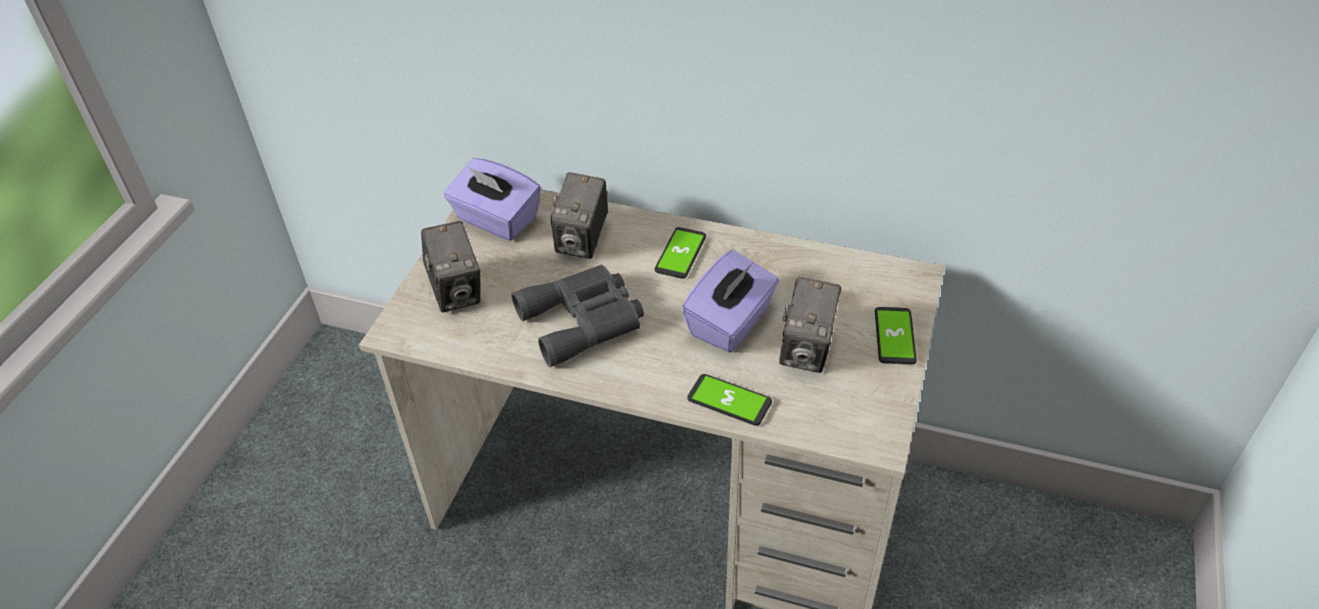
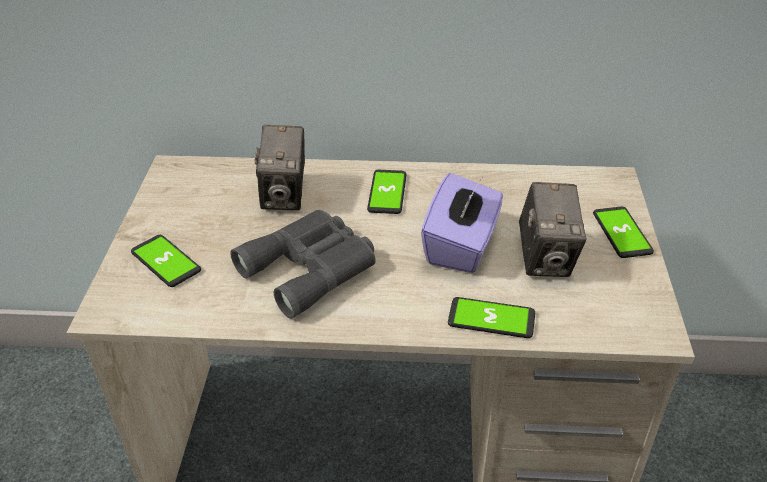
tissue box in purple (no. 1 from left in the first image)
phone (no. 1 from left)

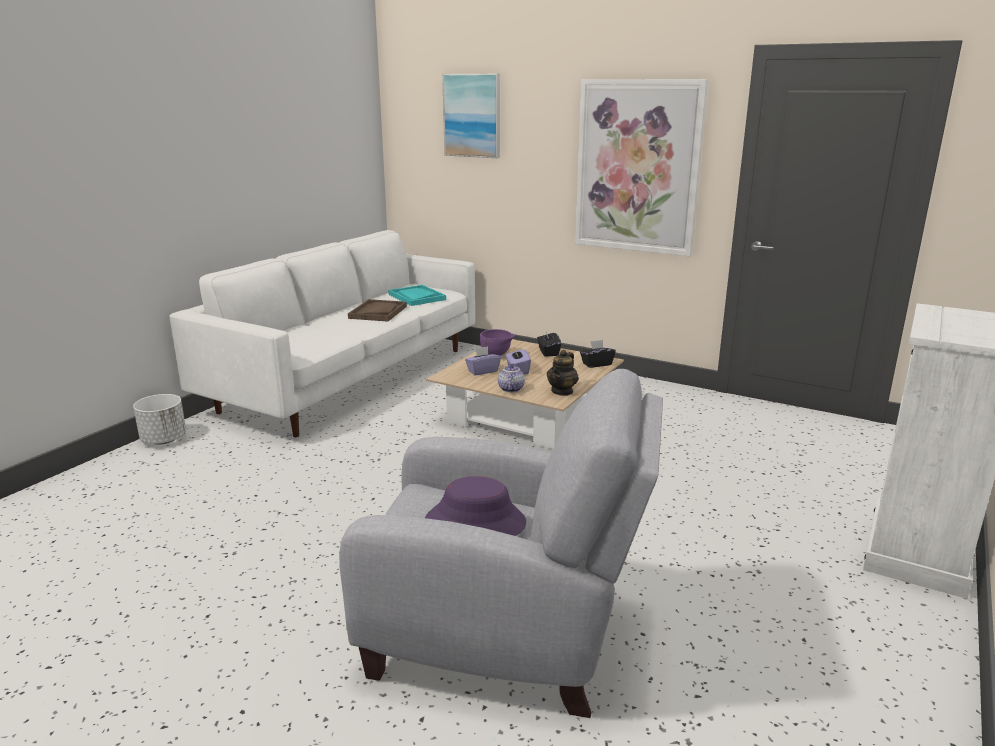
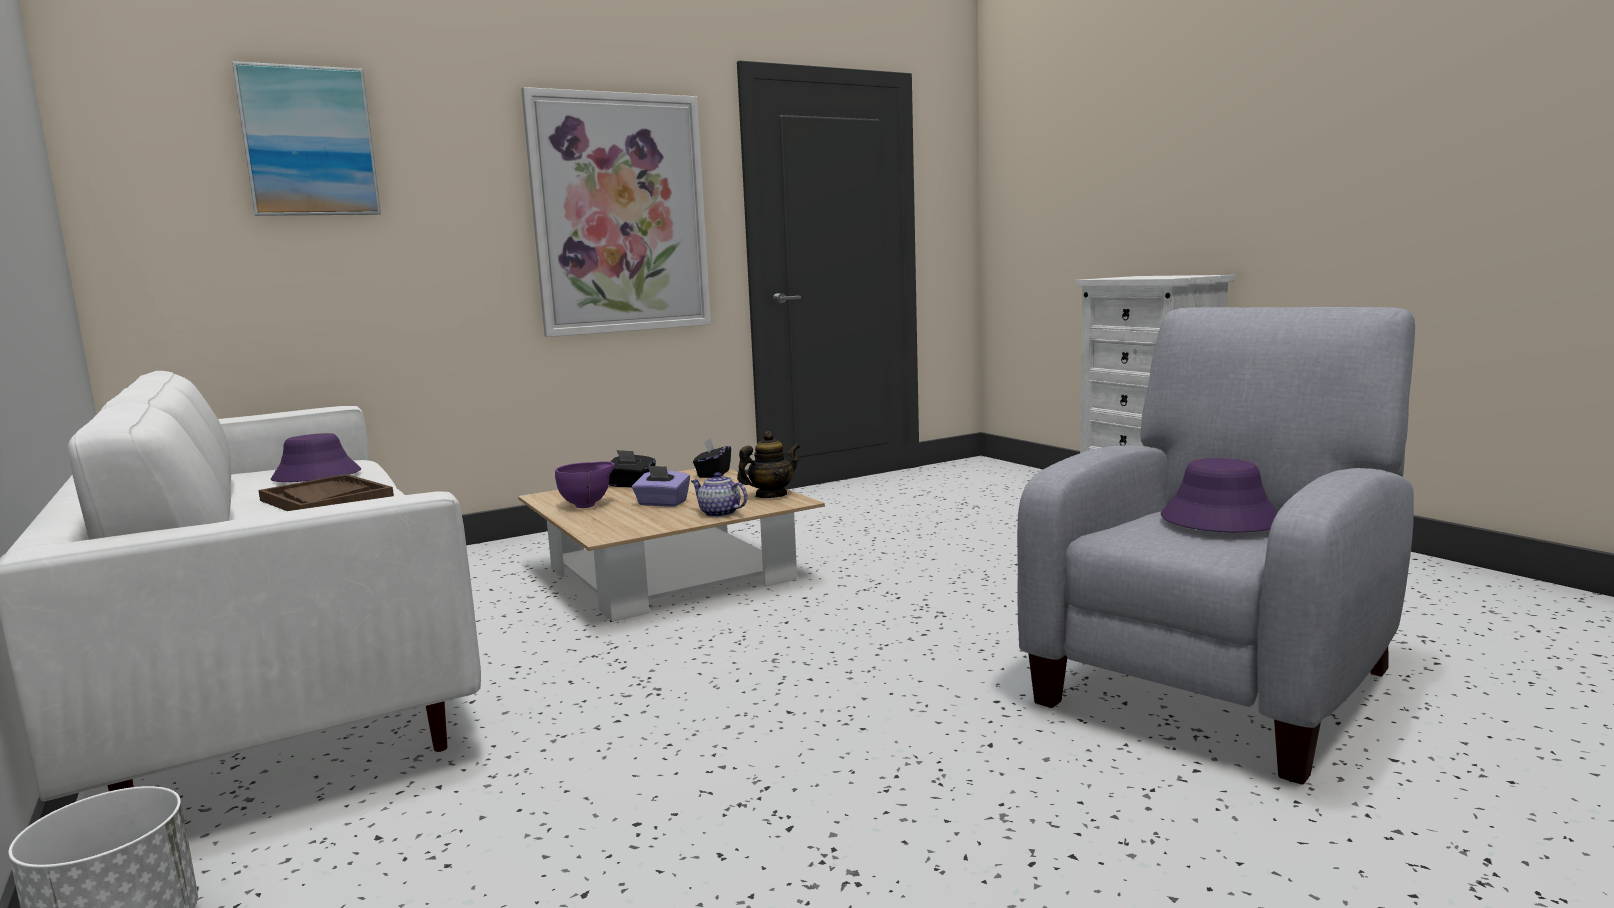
hat in purple (no. 1 from left)
tissue box in purple (no. 1 from left in the first image)
teapot (no. 2 from left)

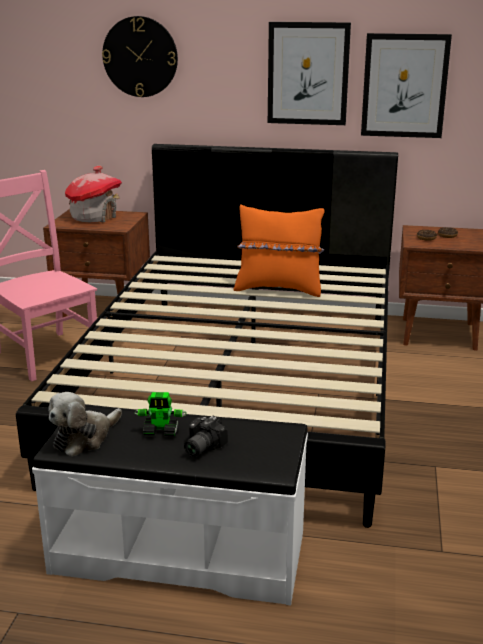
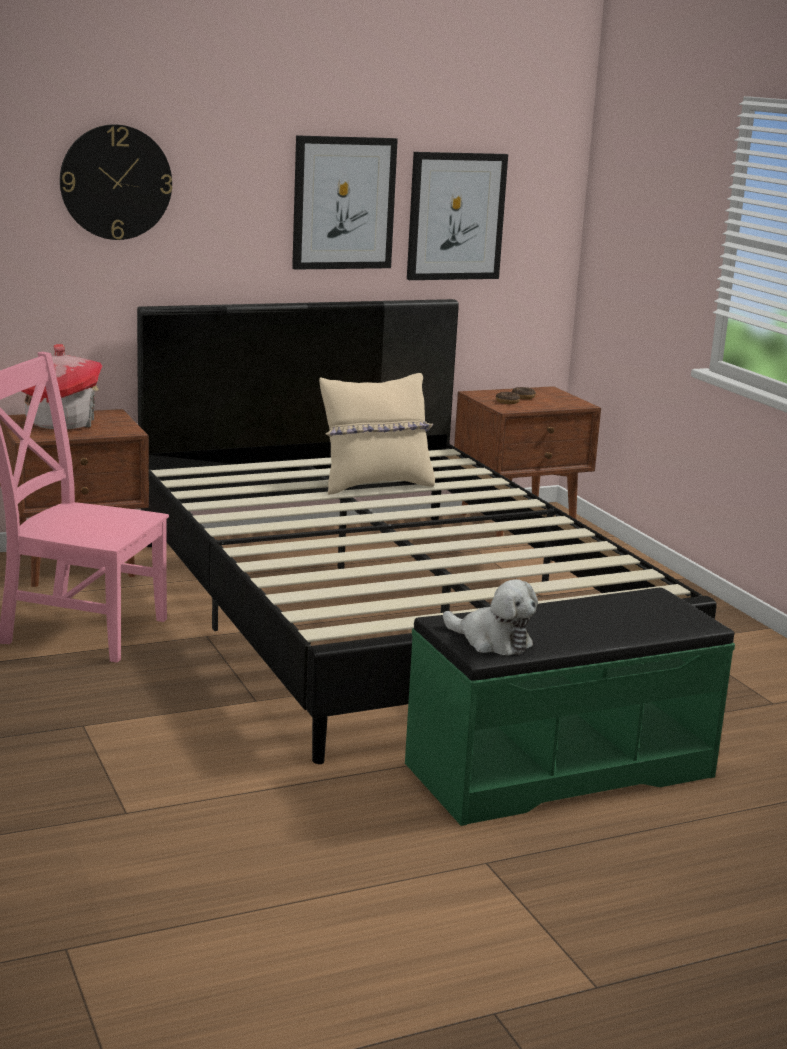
pillow in beige
plush toy
toy robot
bench in green
photo camera

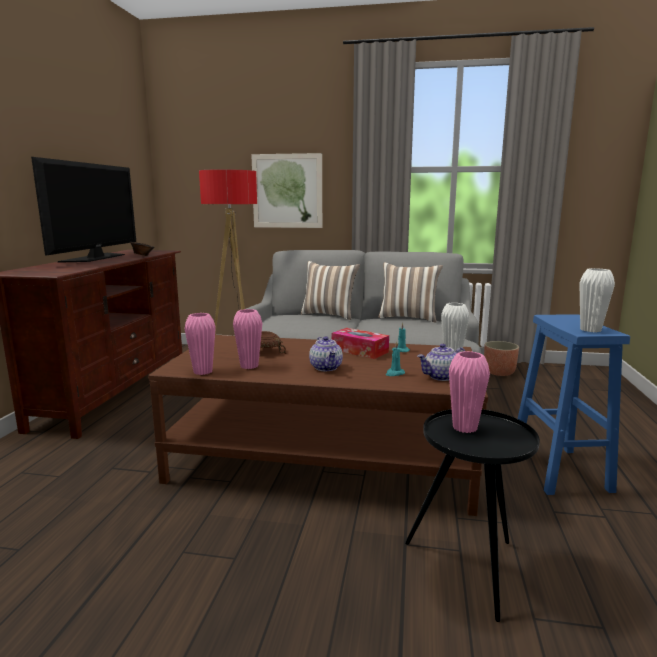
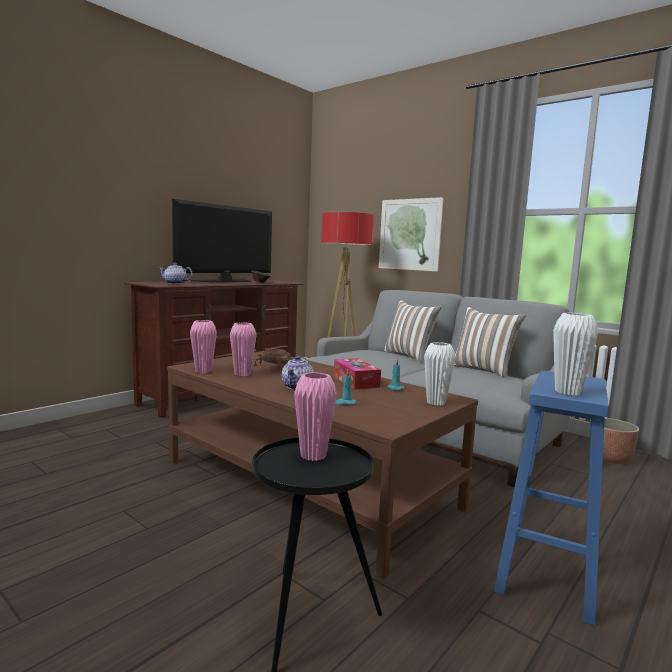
teapot (no. 1 from left)

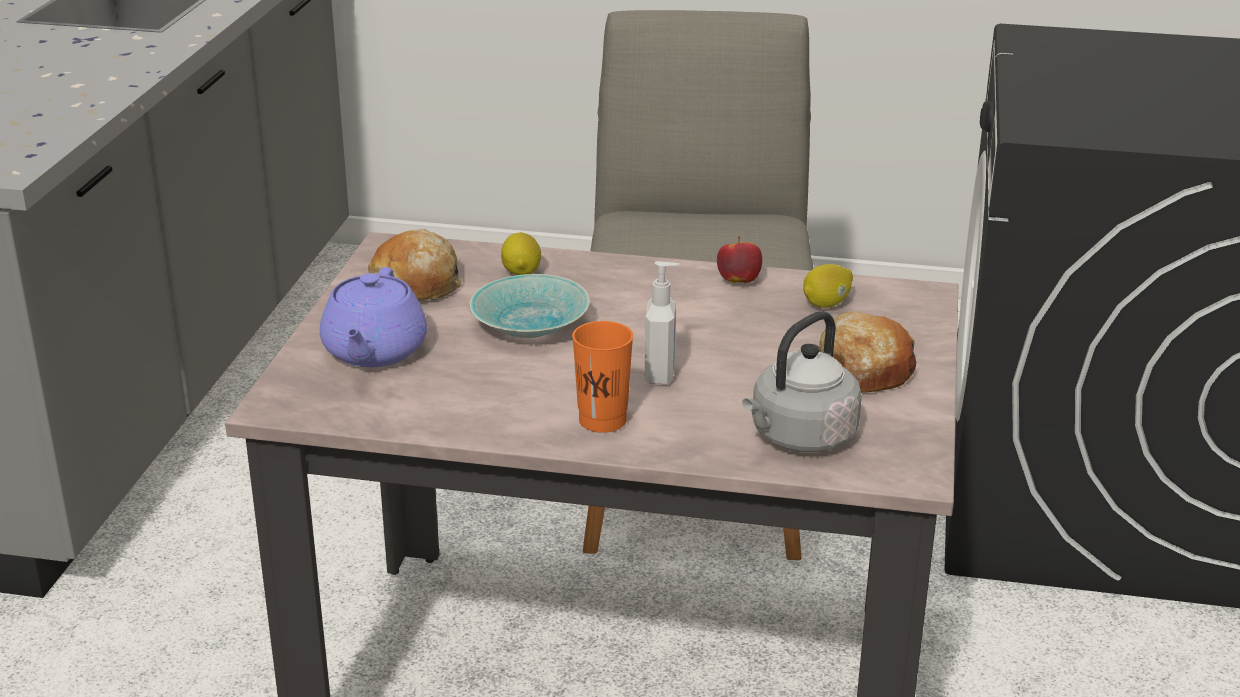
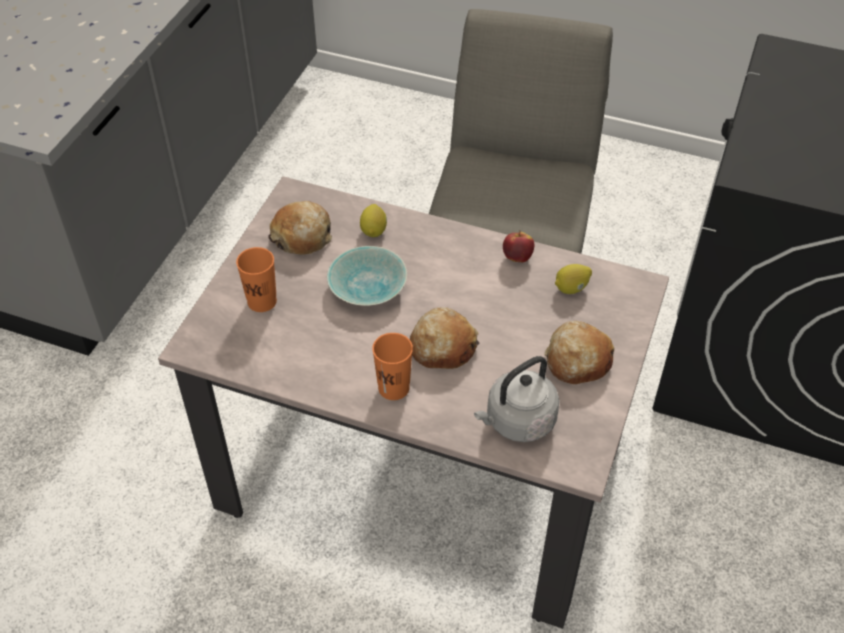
bread (no. 2 from left)
cup in orange (no. 1 from left)

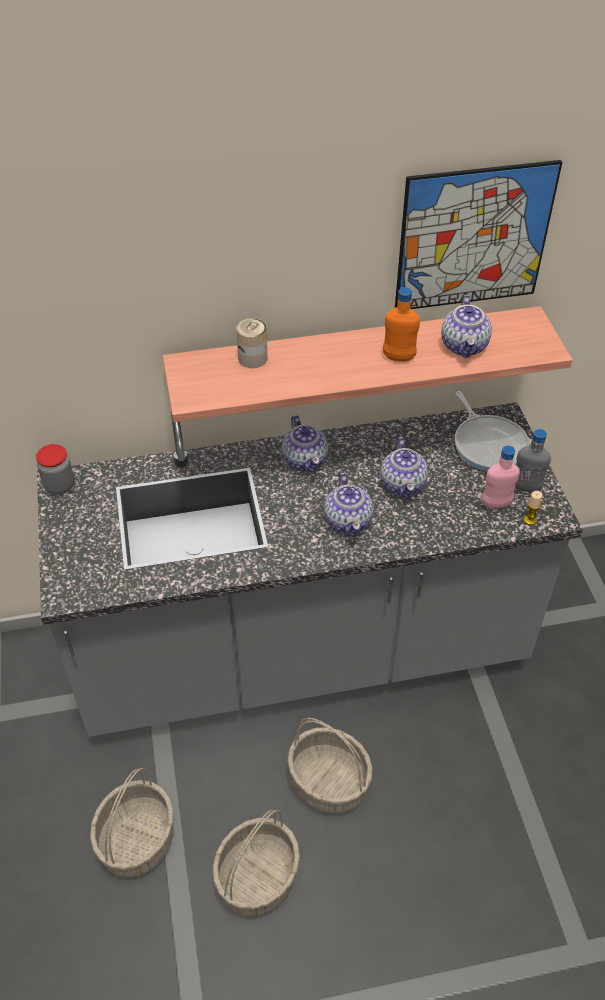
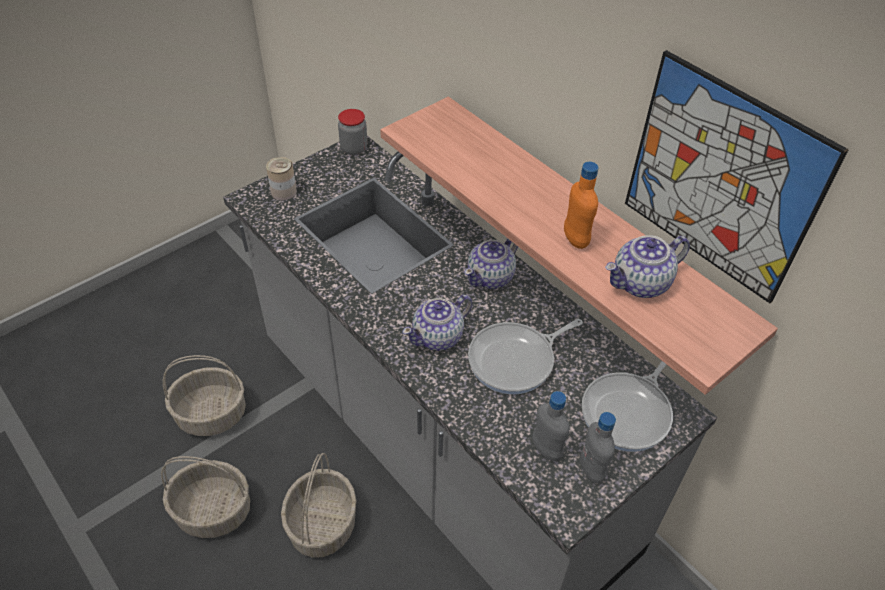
can
frying pan (no. 1 from left)
bottle in grey (no. 1 from left)
candle

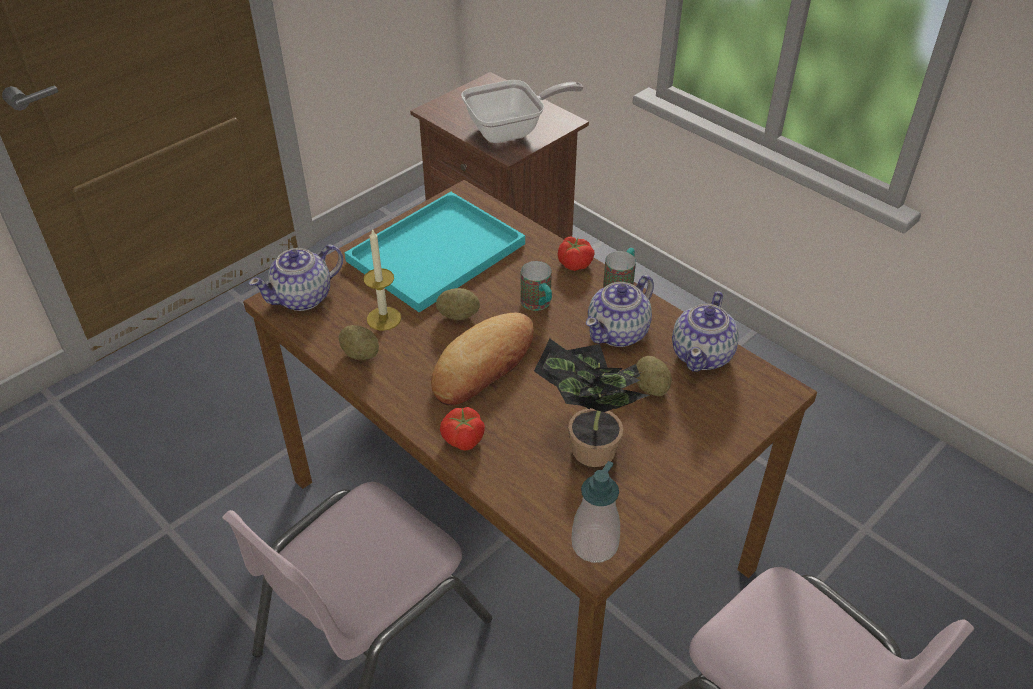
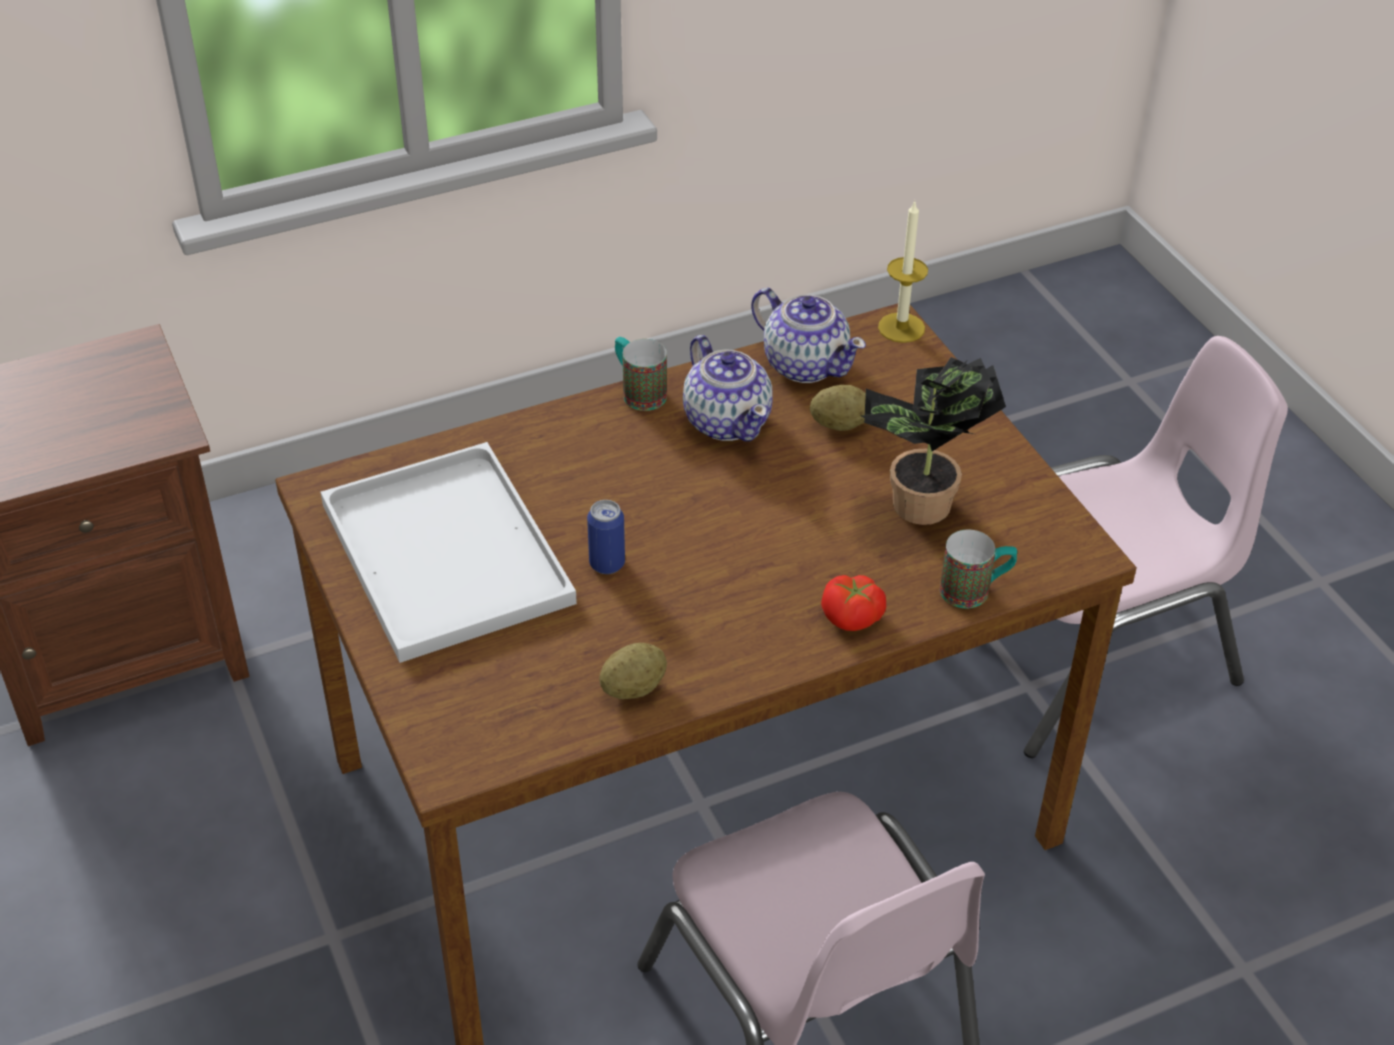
frying pan
tray in white
candle
tomato (no. 2 from left in the first image)
teapot (no. 1 from left in the first image)
mug (no. 2 from left)
can
bread
soap dispenser

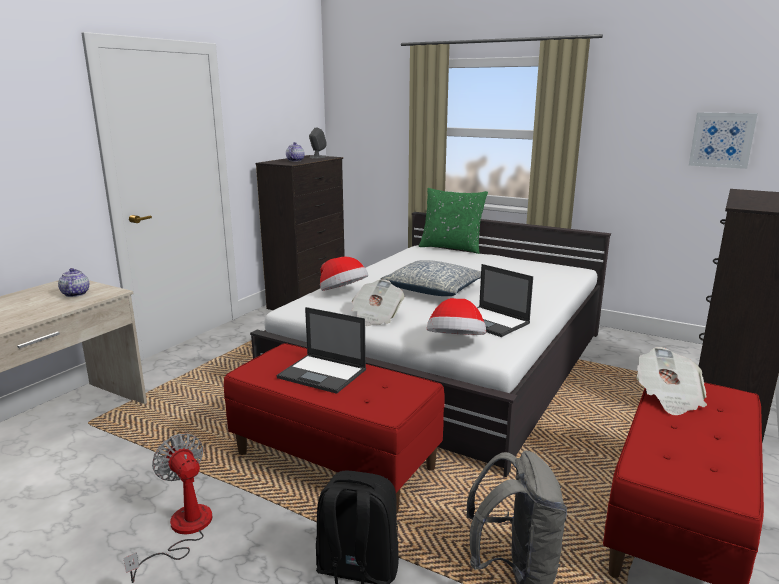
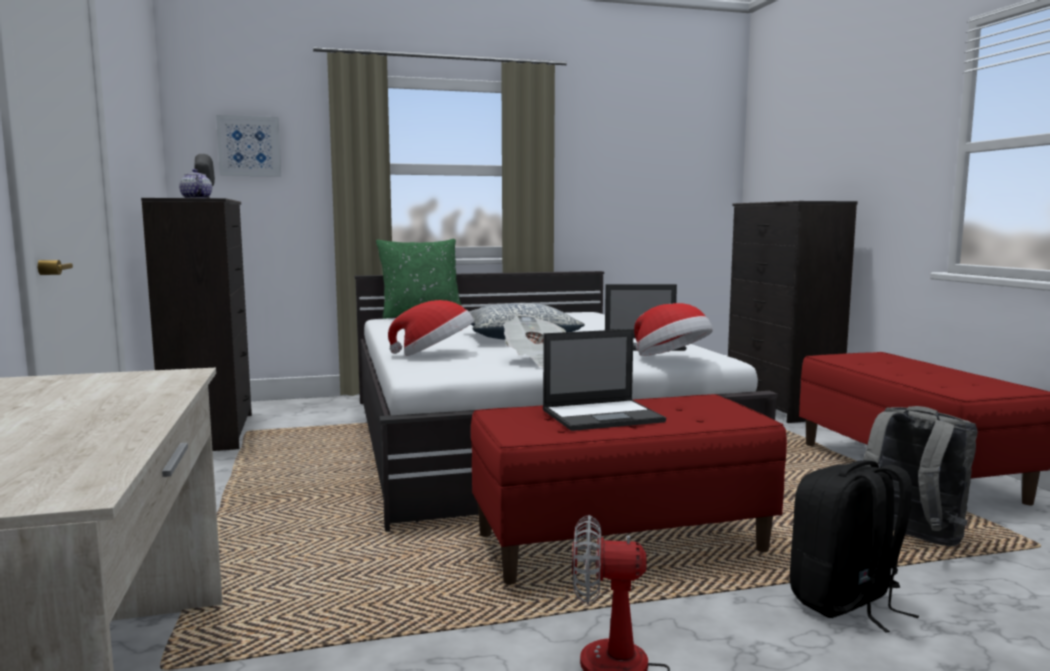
picture
teapot (no. 1 from left in the first image)
newspaper (no. 2 from left in the first image)

